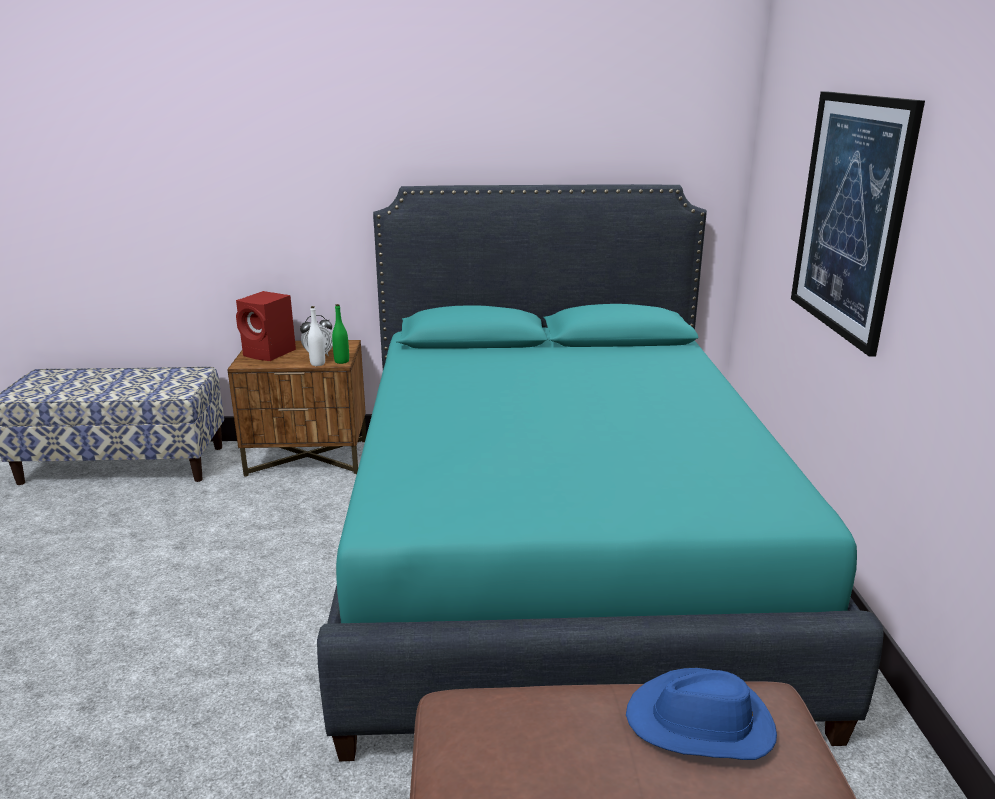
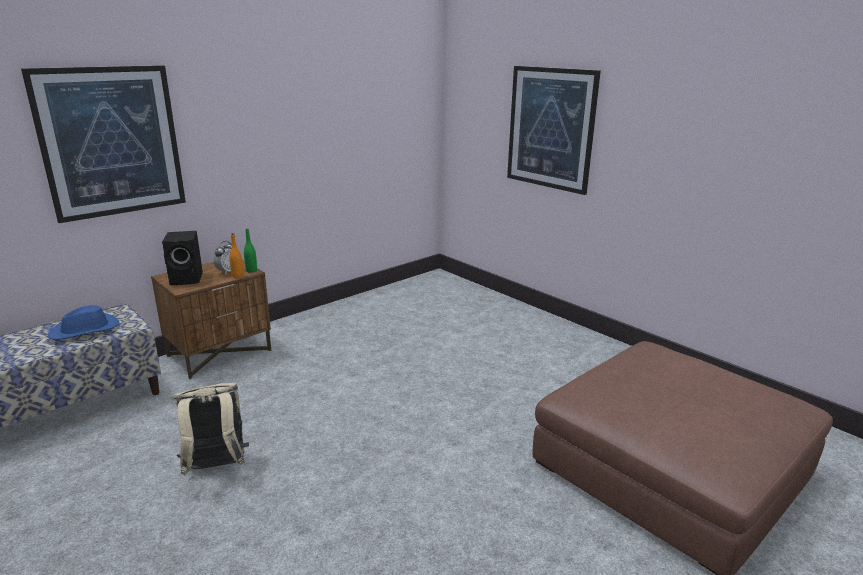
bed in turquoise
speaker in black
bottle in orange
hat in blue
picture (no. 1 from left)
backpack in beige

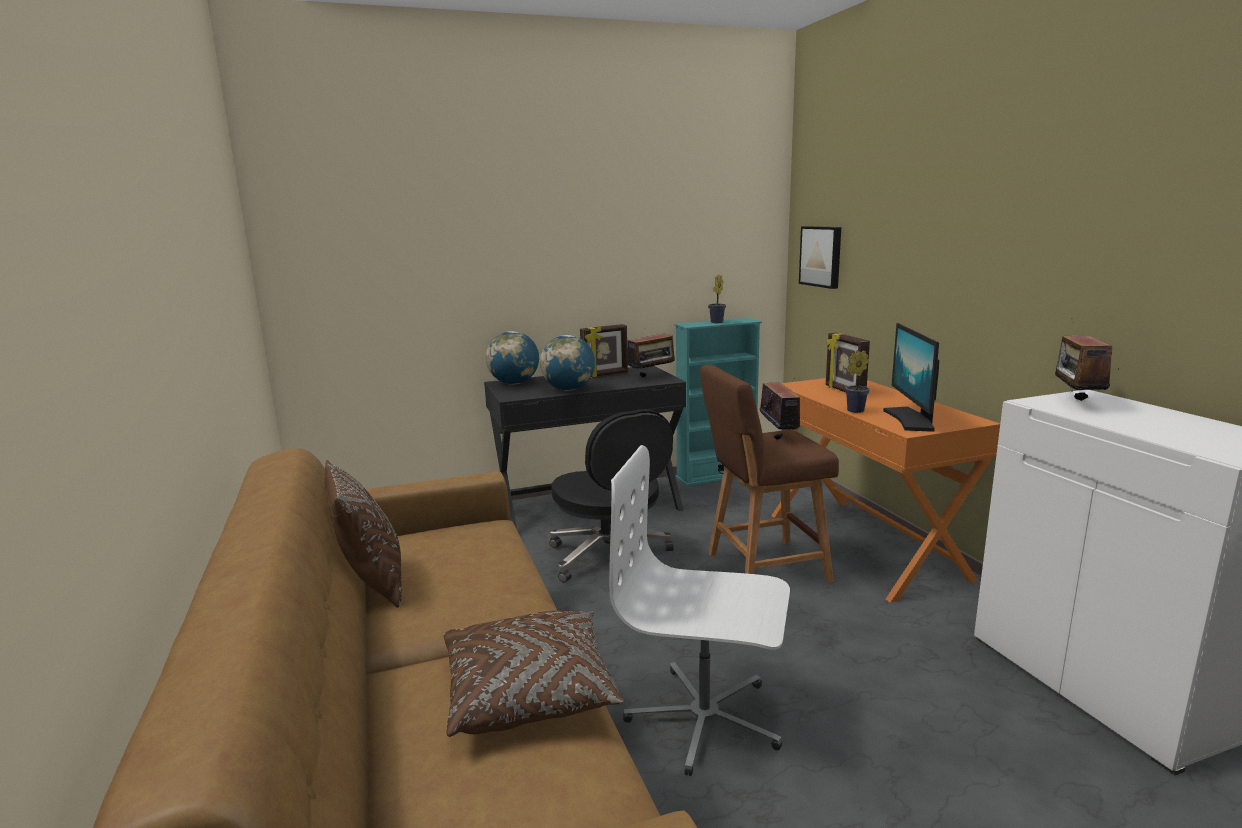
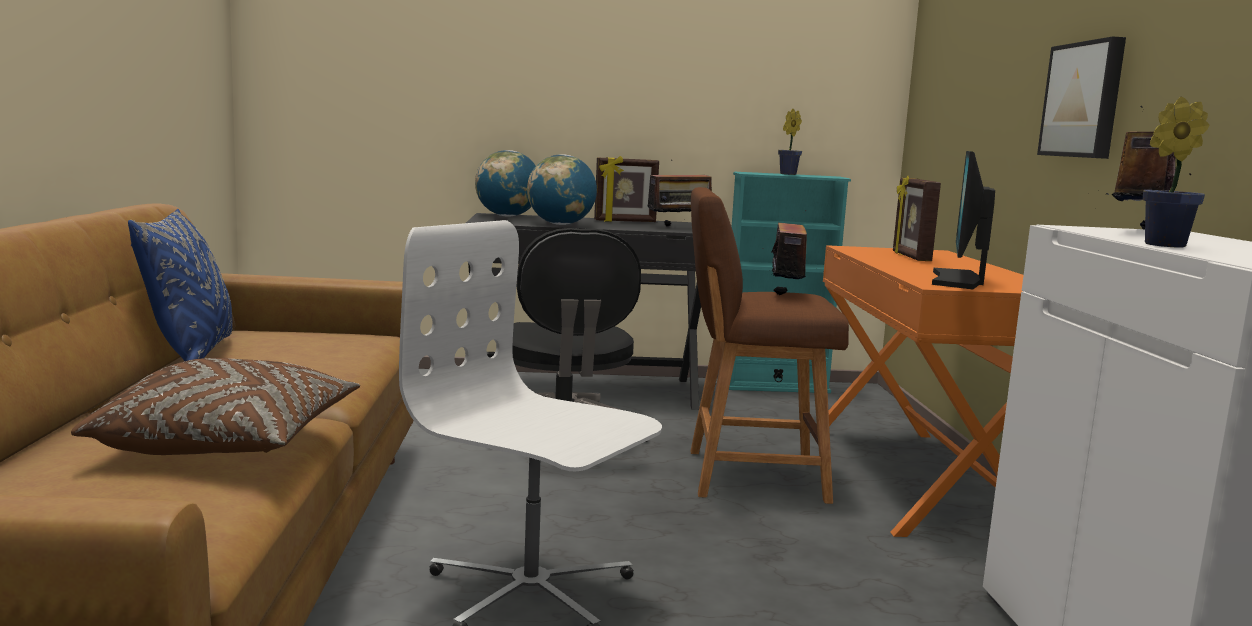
picture
potted plant (no. 2 from left)
pillow in blue

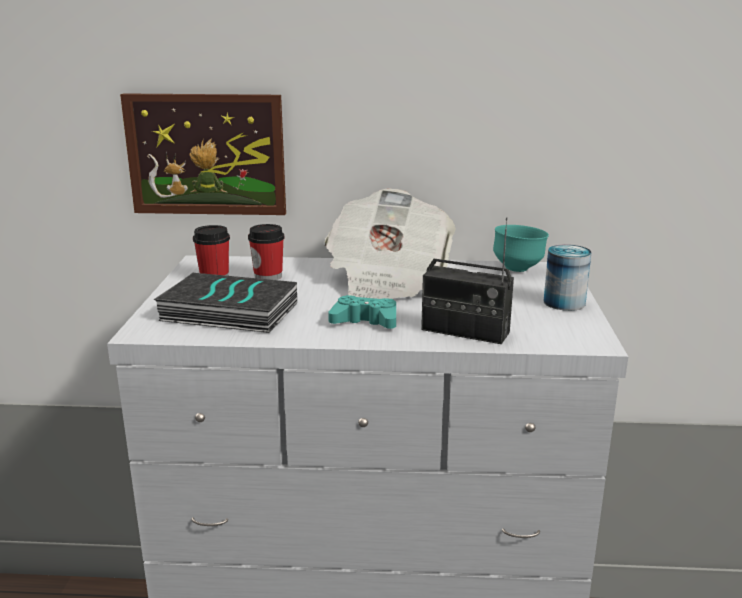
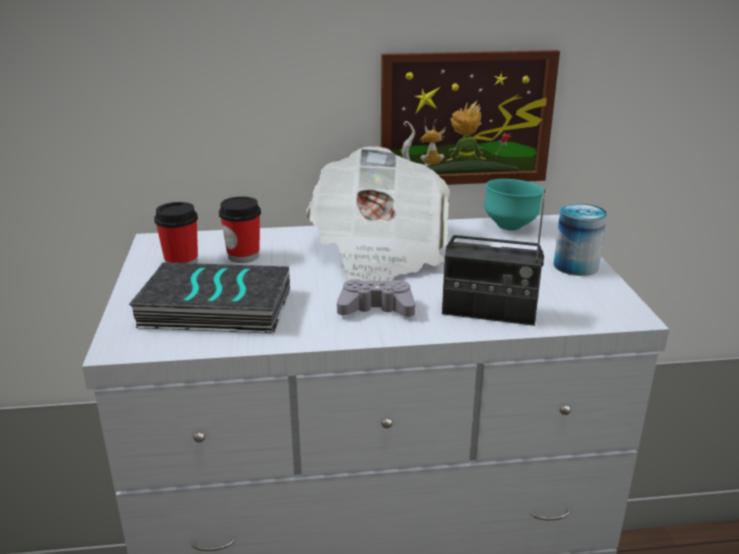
picture
game controller in grey

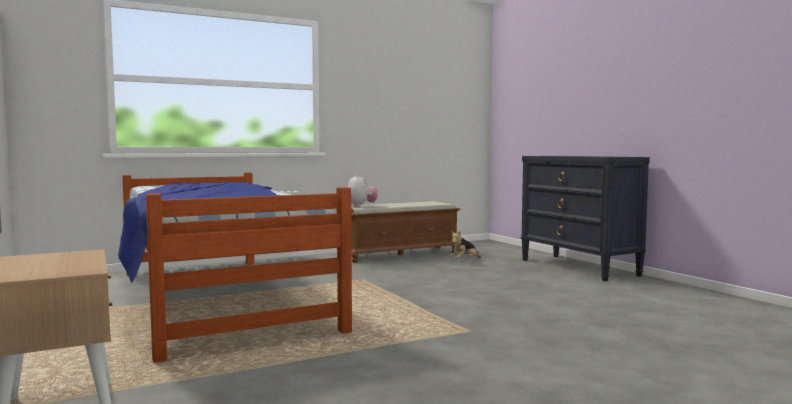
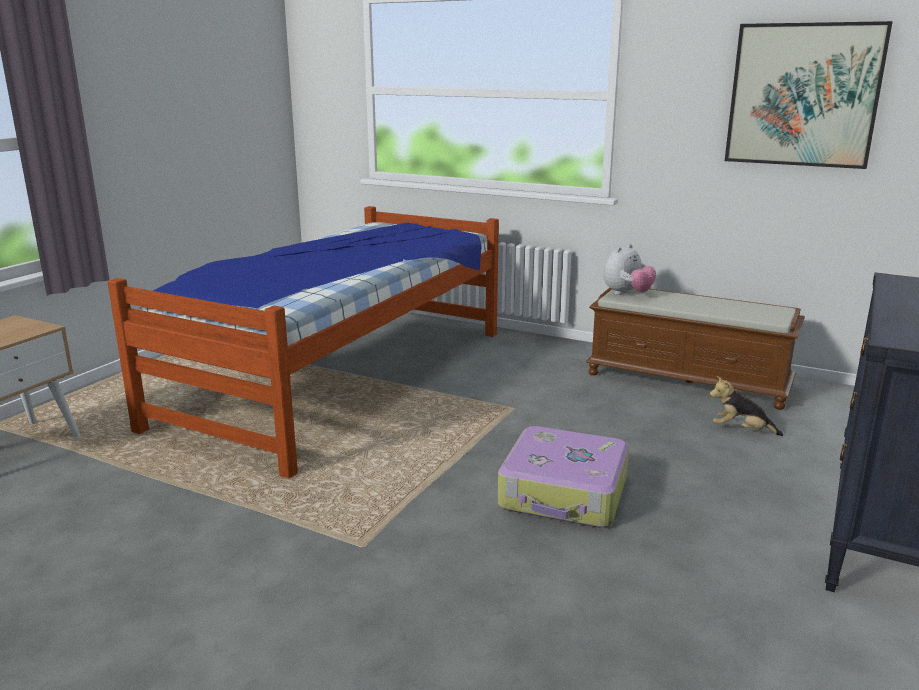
picture
suitcase

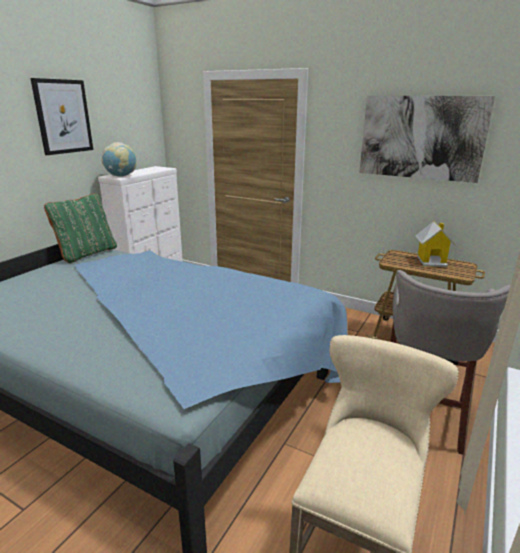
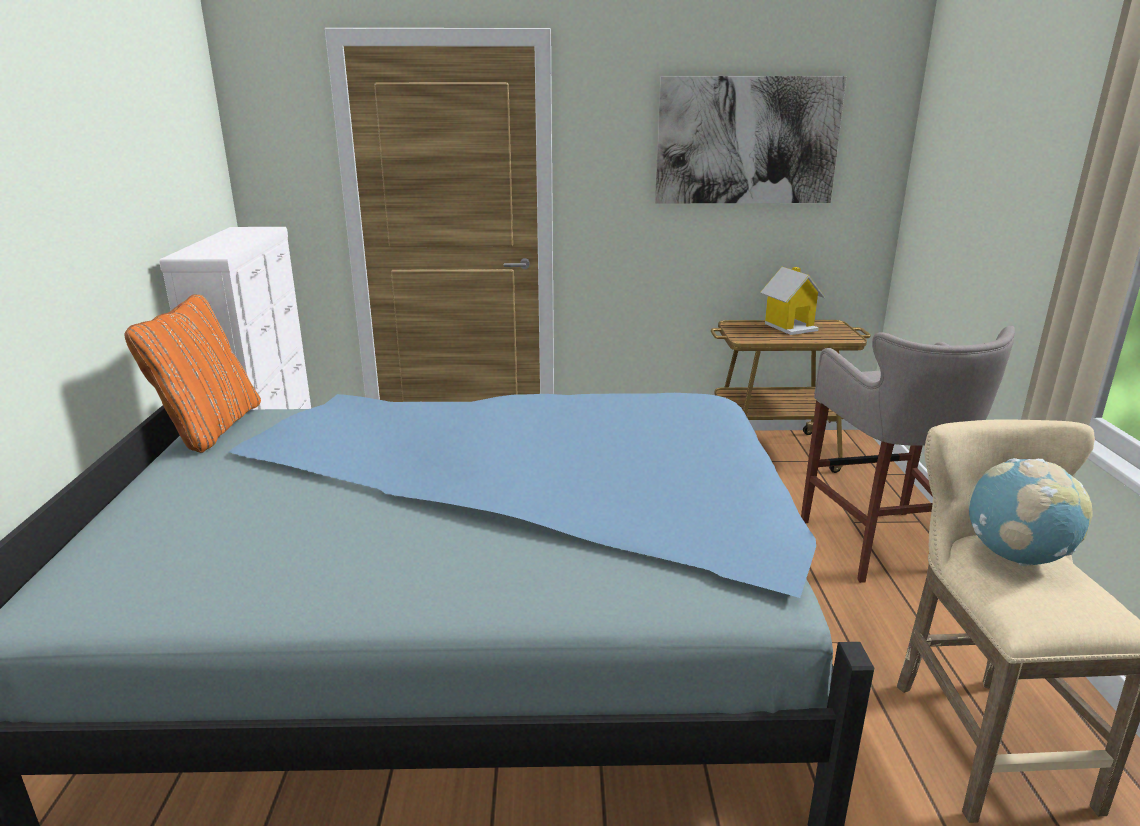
picture (no. 1 from left in the first image)
globe
pillow in orange

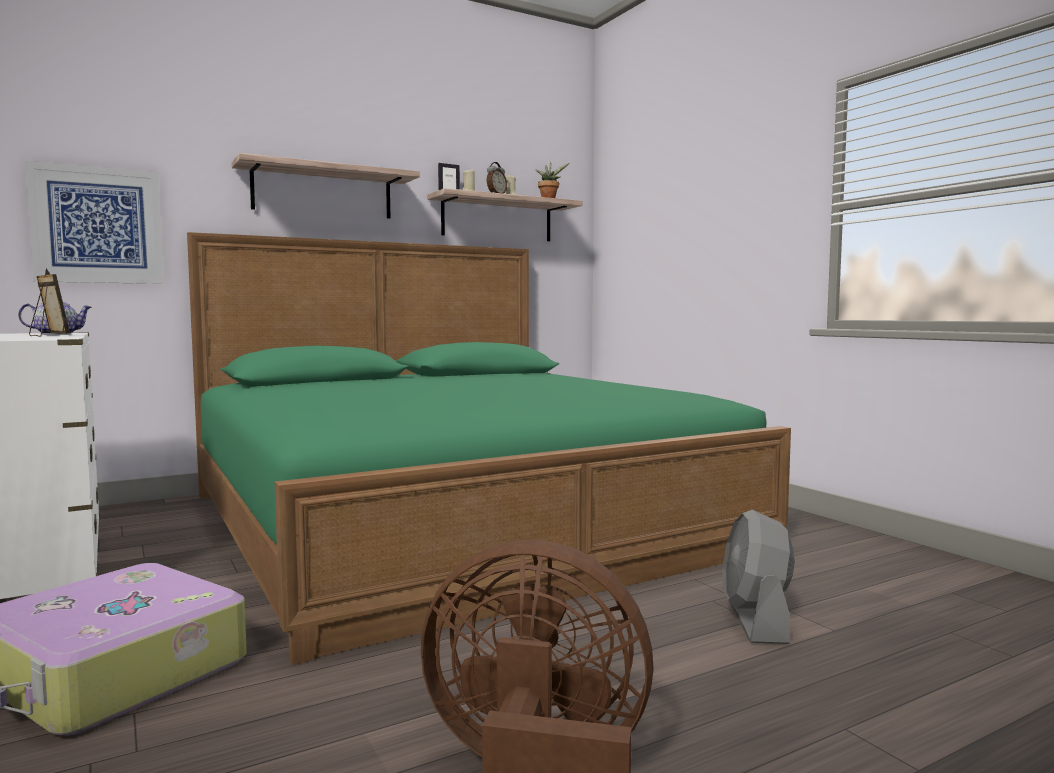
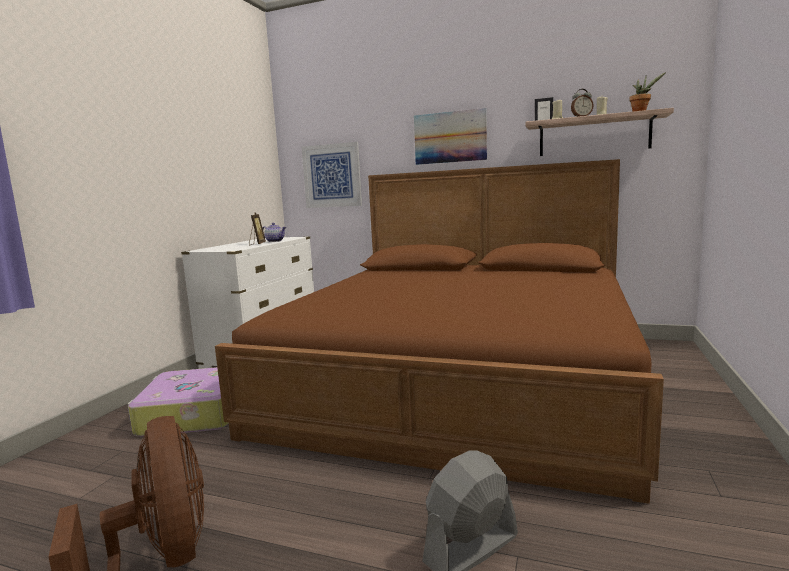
picture (no. 2 from left)
bed in brown

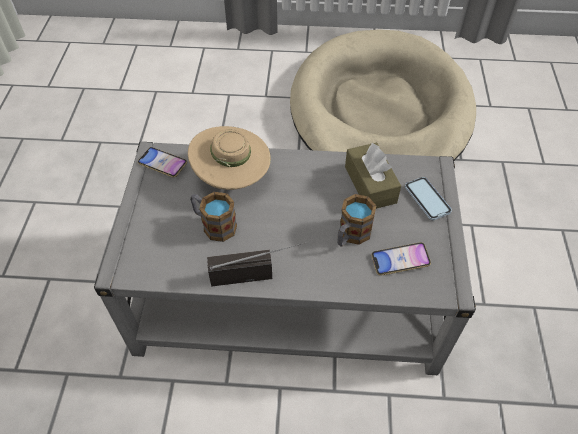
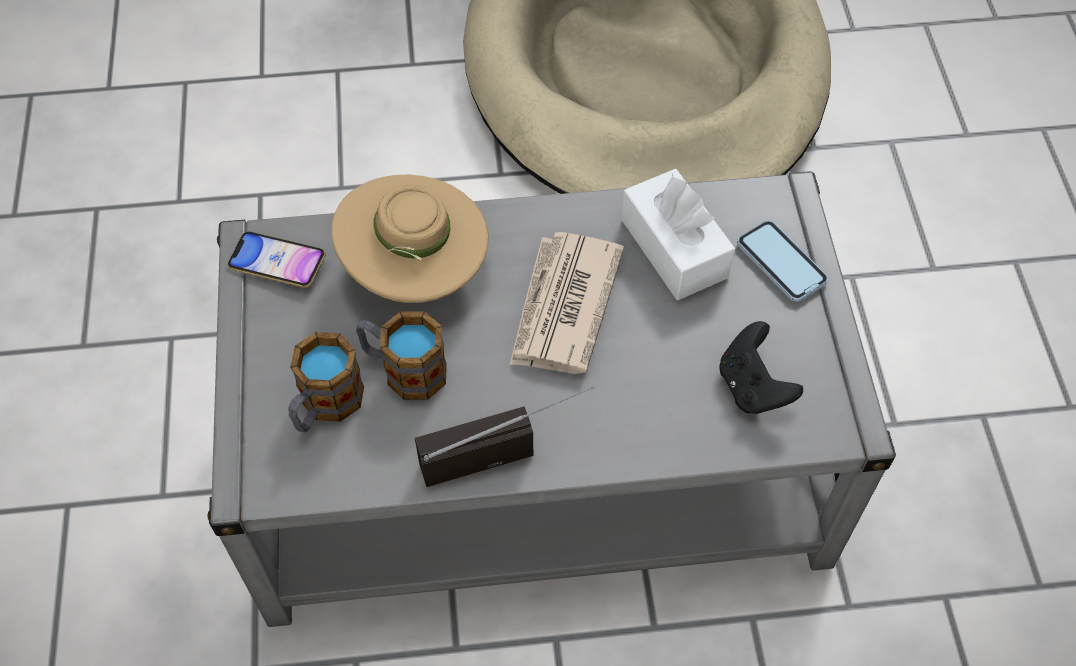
tissue box in white
mug (no. 1 from left)
game controller in black
newspaper

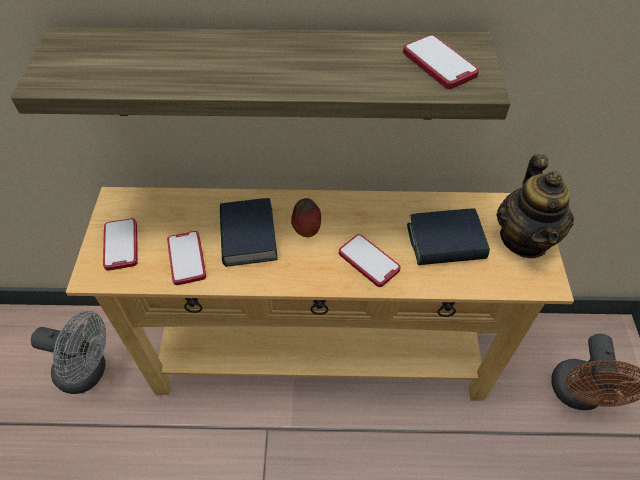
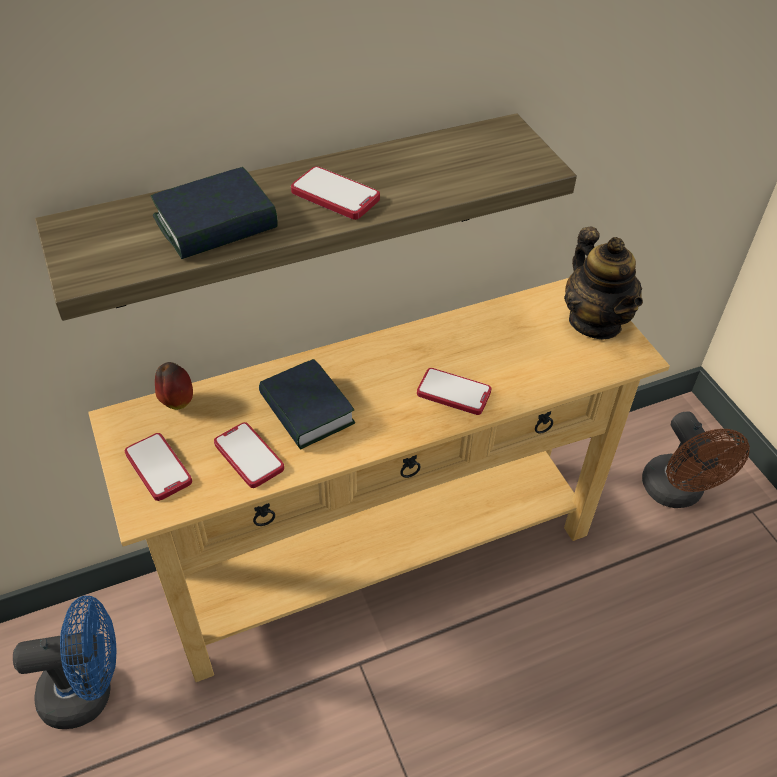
phone (no. 3 from left)
apple
book (no. 1 from left)
fan in blue

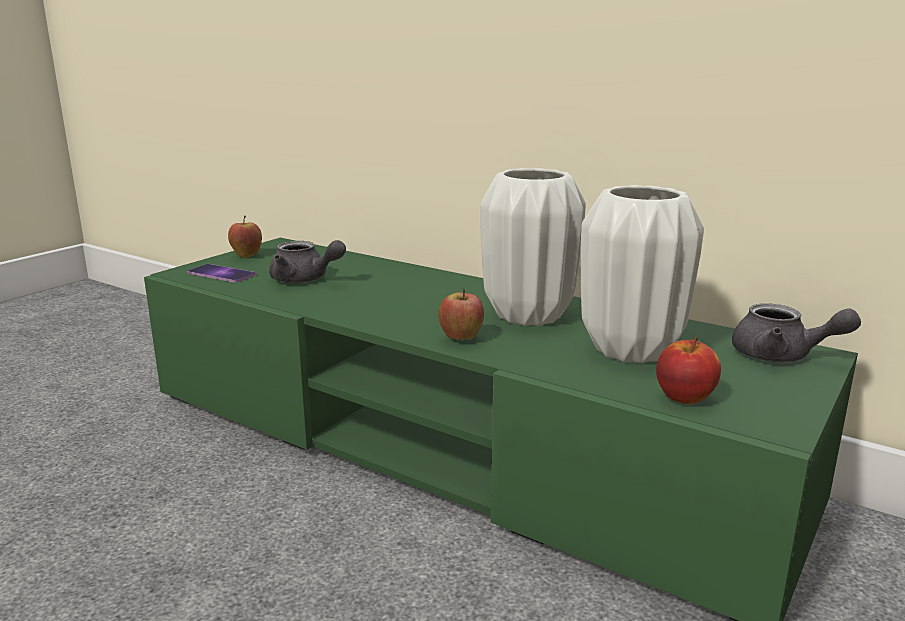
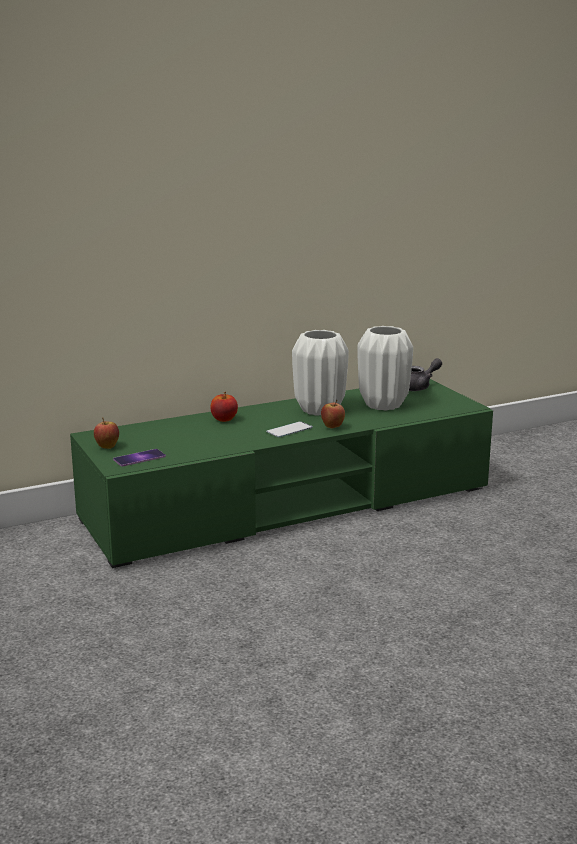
teapot in grey (no. 1 from left in the first image)
apple (no. 2 from left)
phone (no. 2 from left)

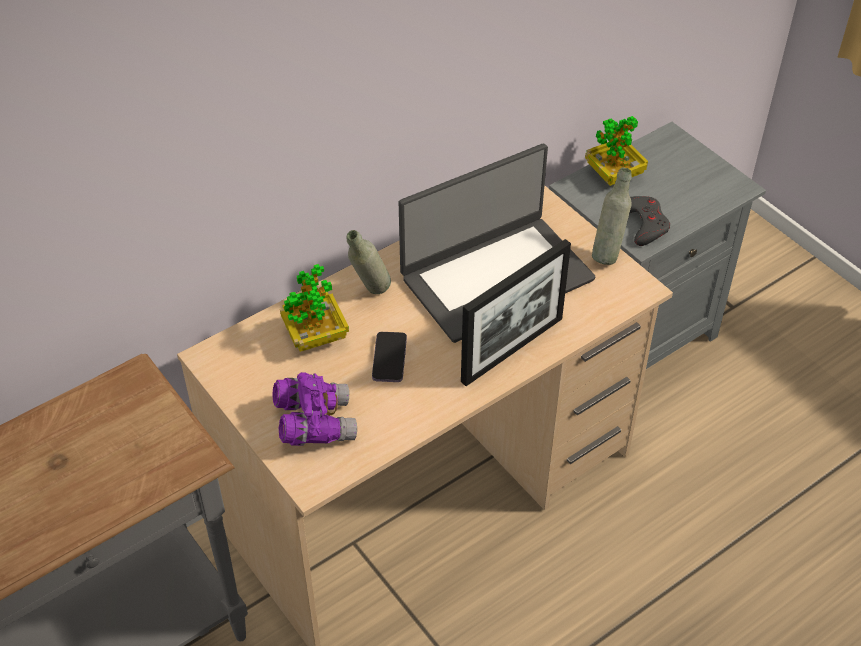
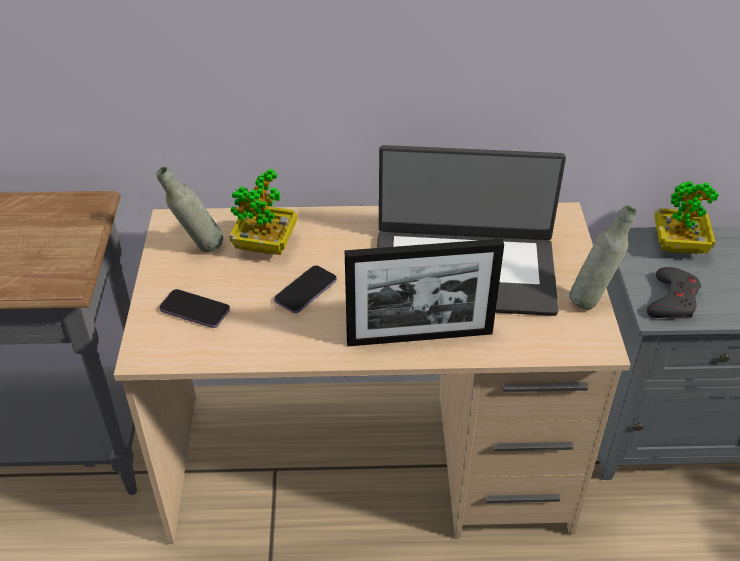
bottle in grey (no. 1 from left)
phone (no. 1 from left)

